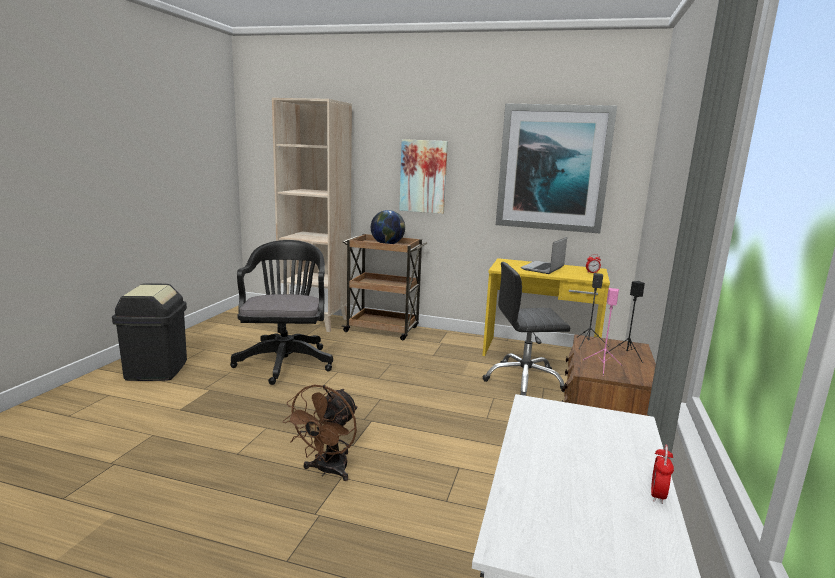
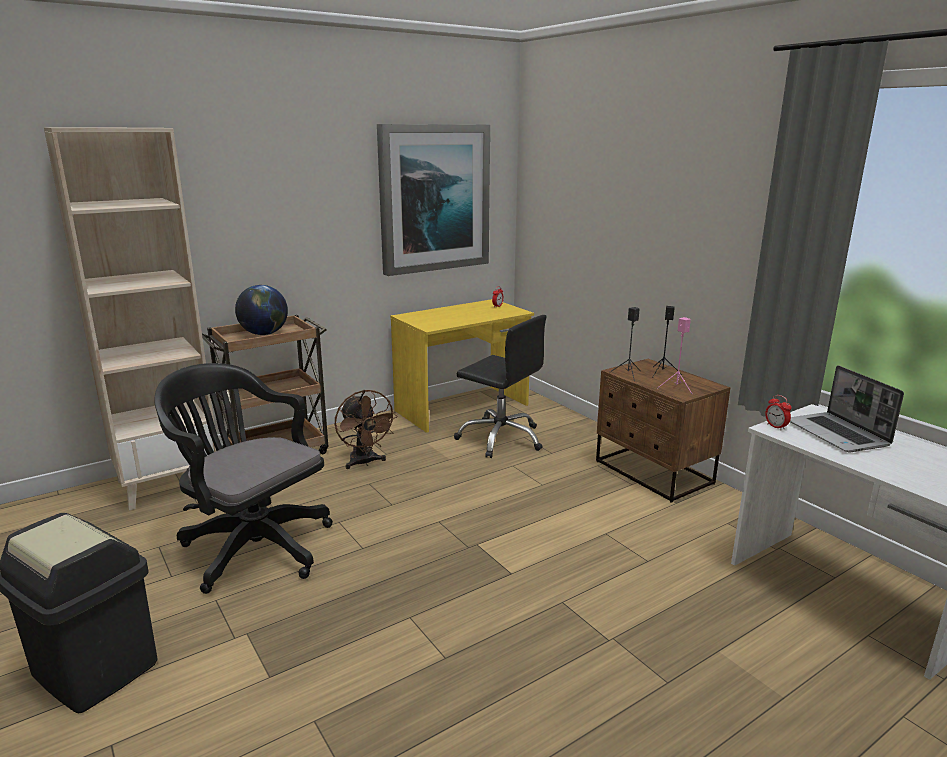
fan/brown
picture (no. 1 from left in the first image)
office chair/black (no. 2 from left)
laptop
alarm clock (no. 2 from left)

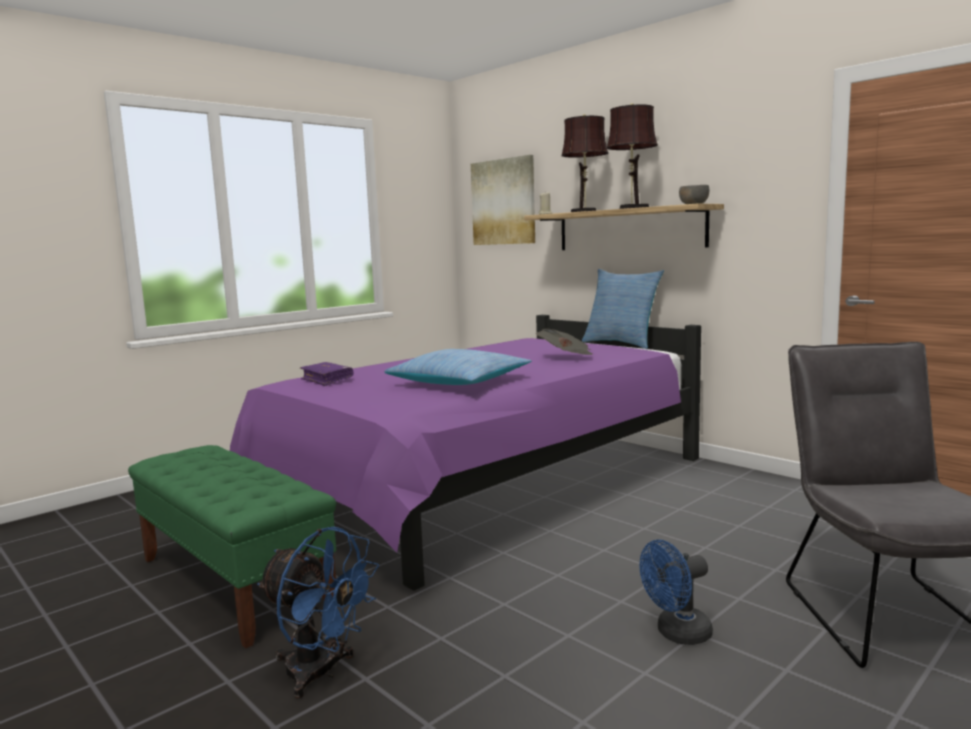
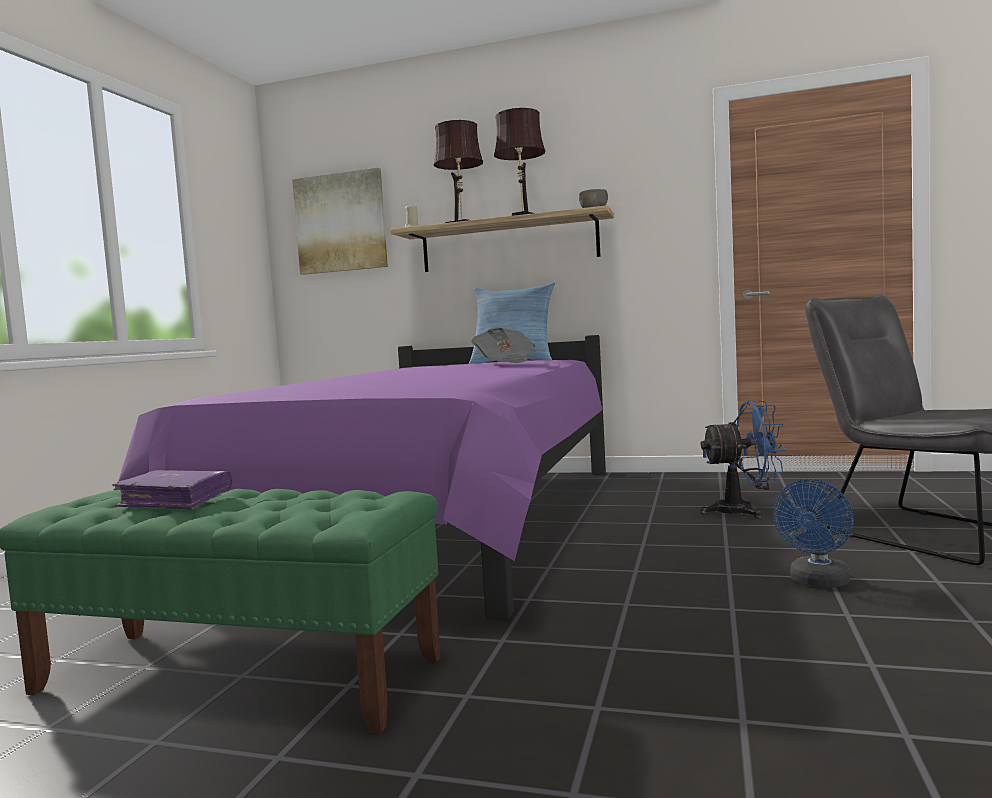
fan/blue (no. 1 from left)
book/purple
pillow (no. 1 from left in the first image)

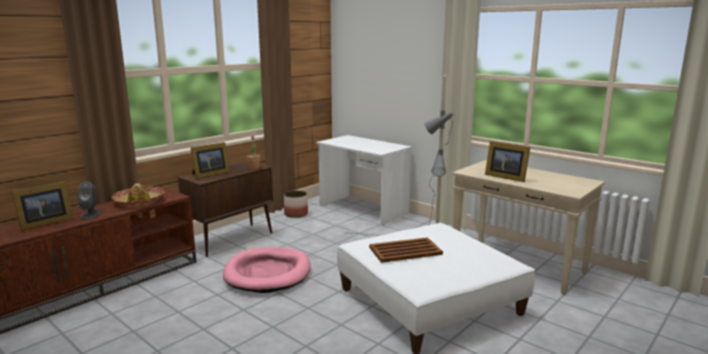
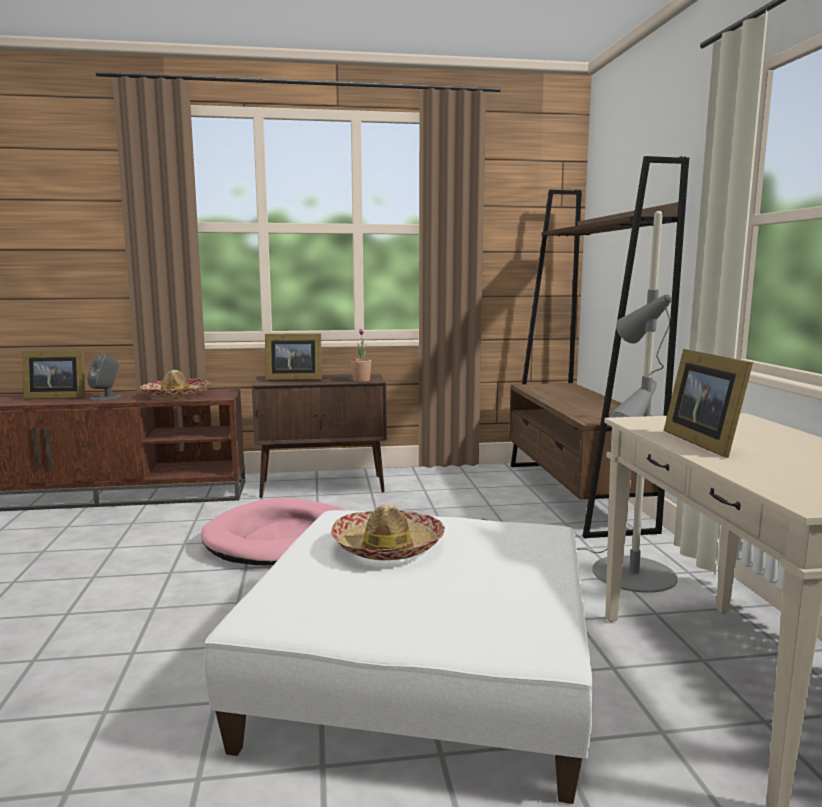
planter
bookcase/brown
hat (no. 2 from left)

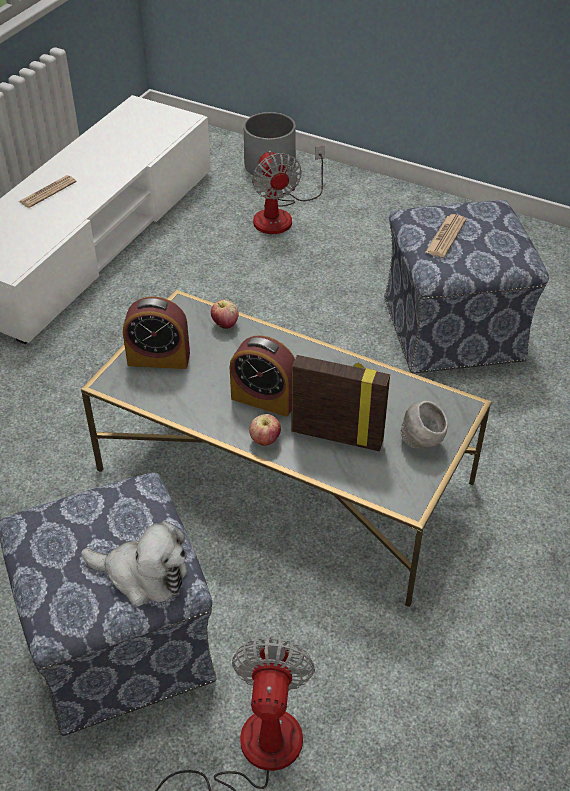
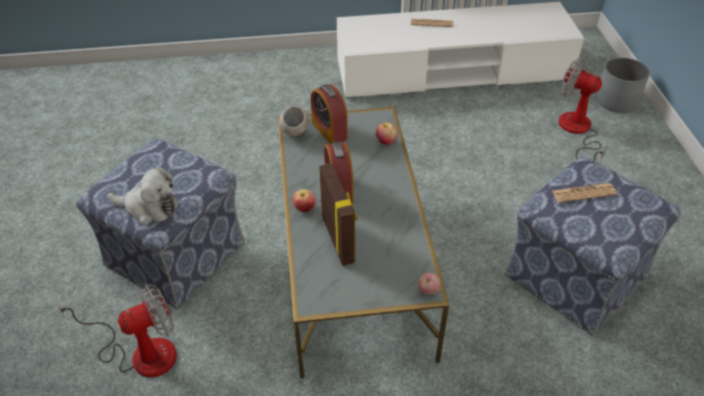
plush toy
fan (no. 2 from left)
bowl/grey
apple (no. 3 from left)

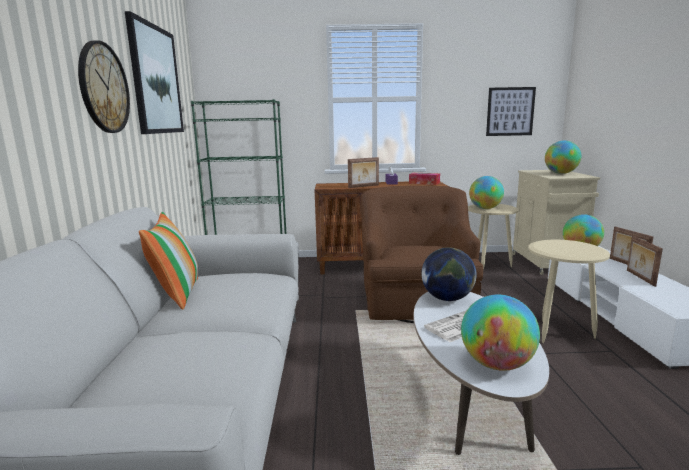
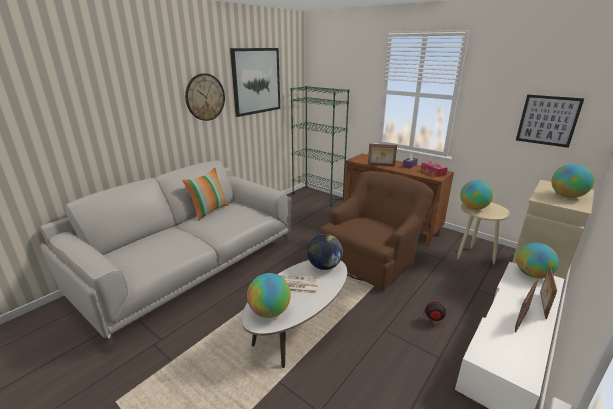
fan

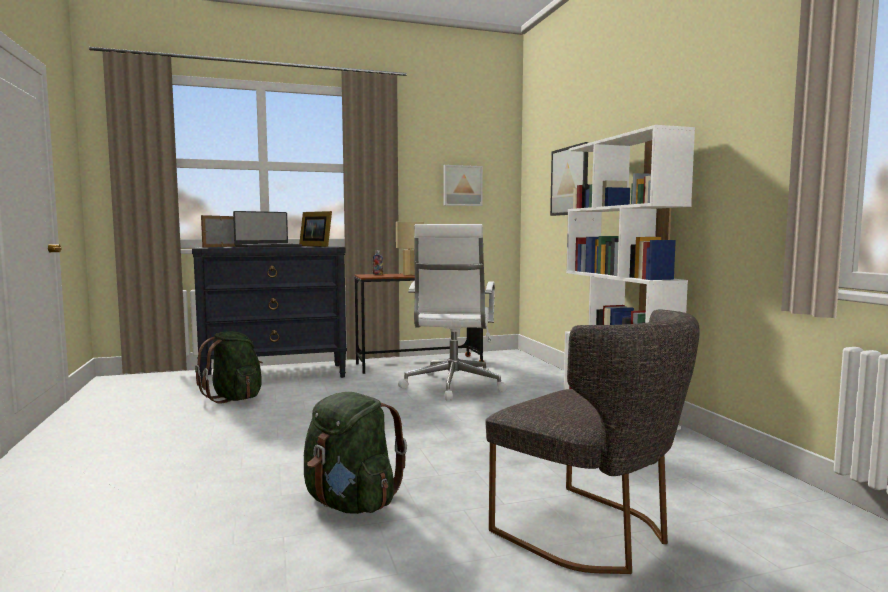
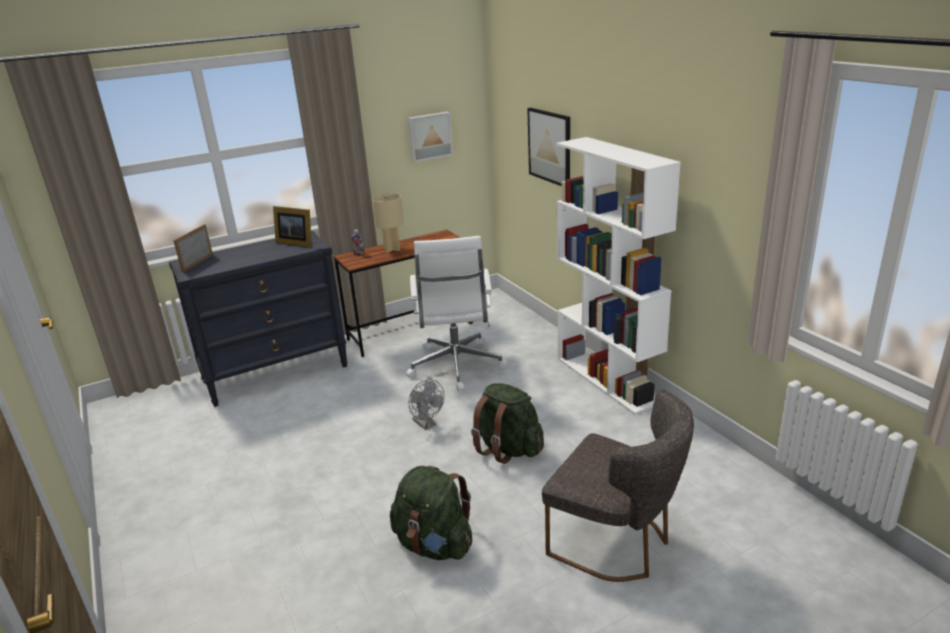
backpack/green (no. 2 from left)
laptop
fan/grey

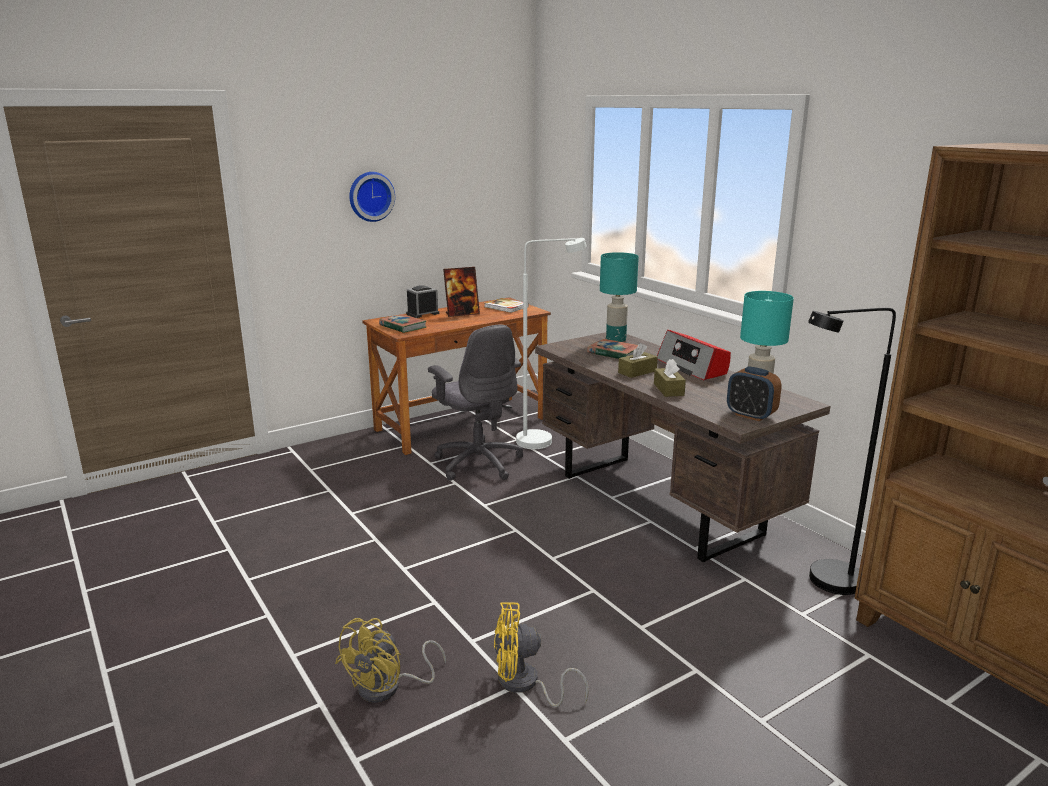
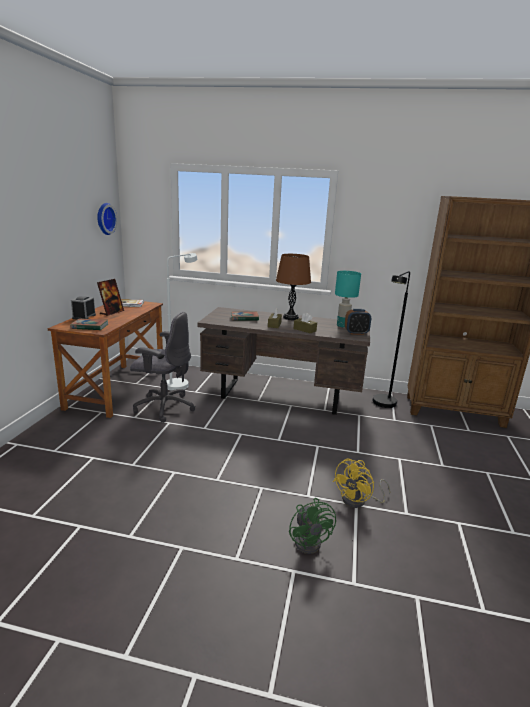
fan/green
wall clock
table lamp/turquoise (no. 1 from left in the first image)
table lamp/brown

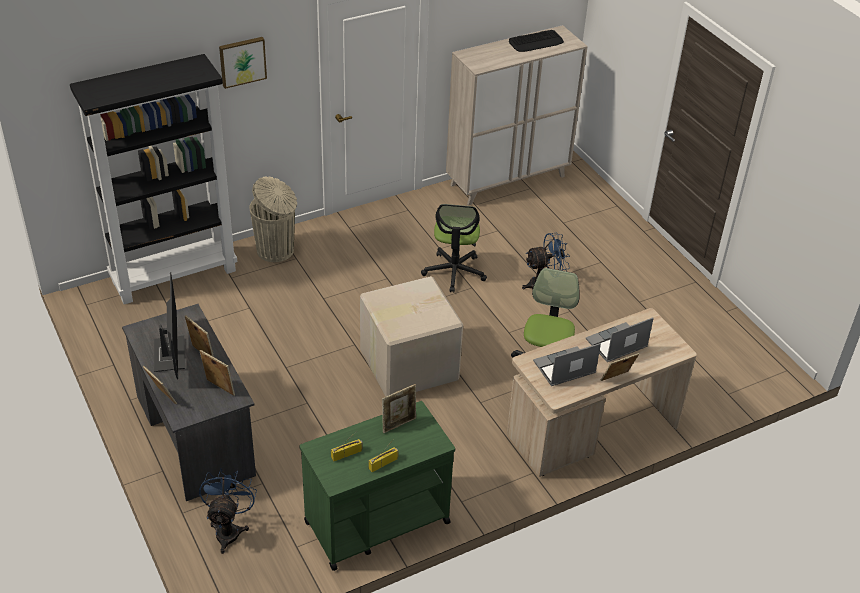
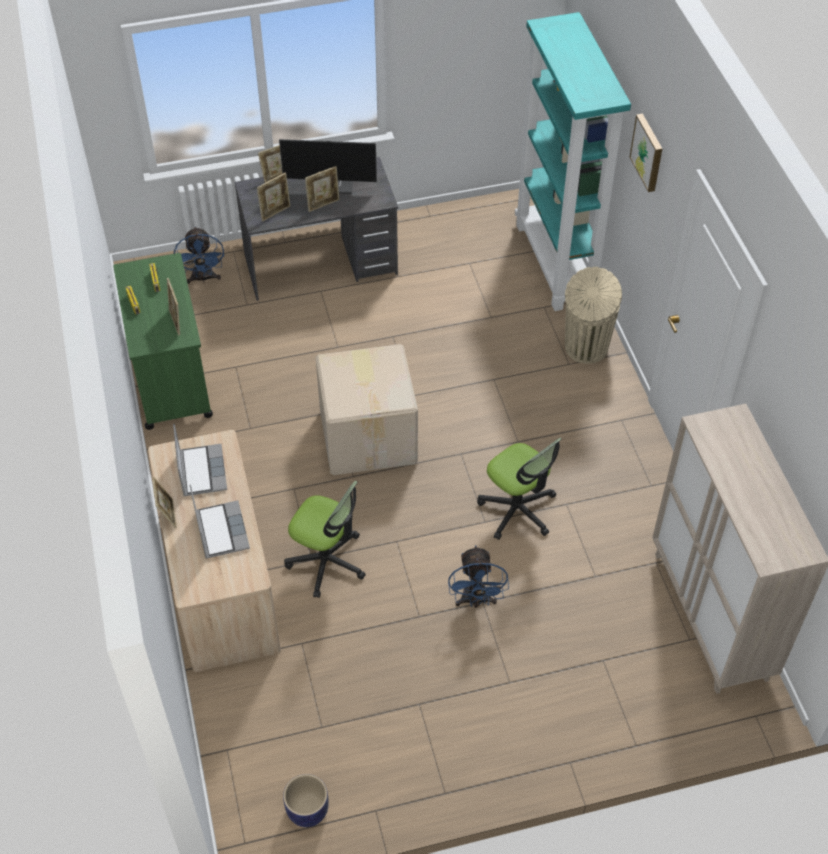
bookcase/turquoise
fan/blue (no. 1 from left)
office chair (no. 2 from left)
keyboard
planter

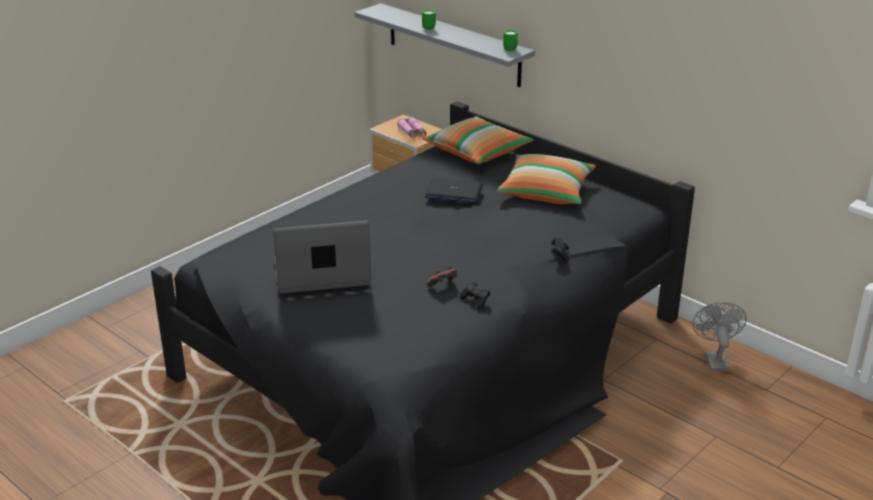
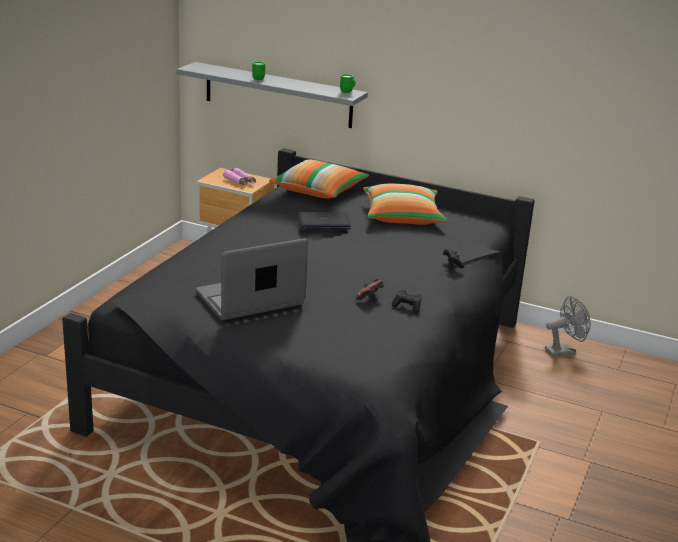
fan/grey

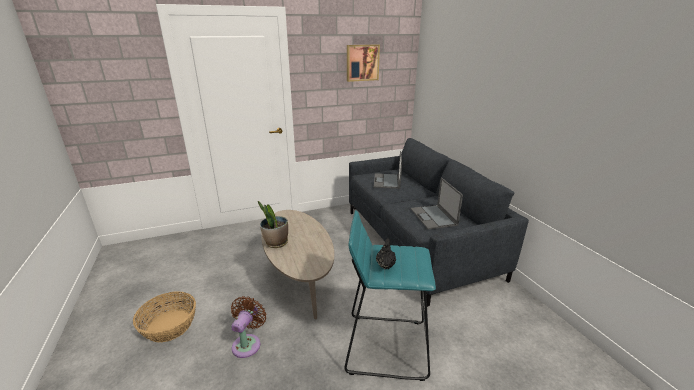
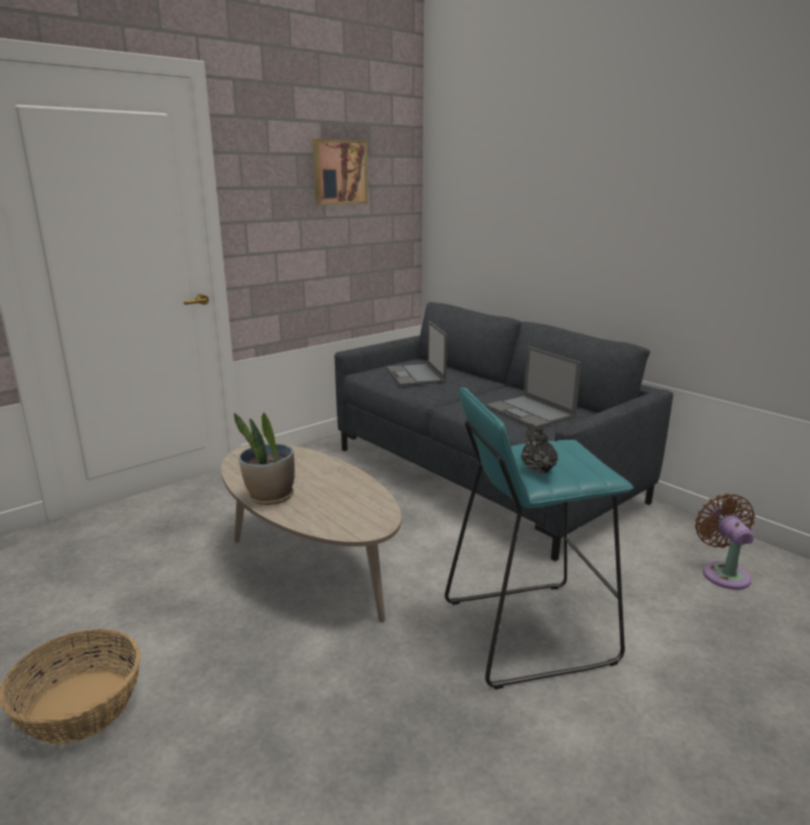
fan/brown

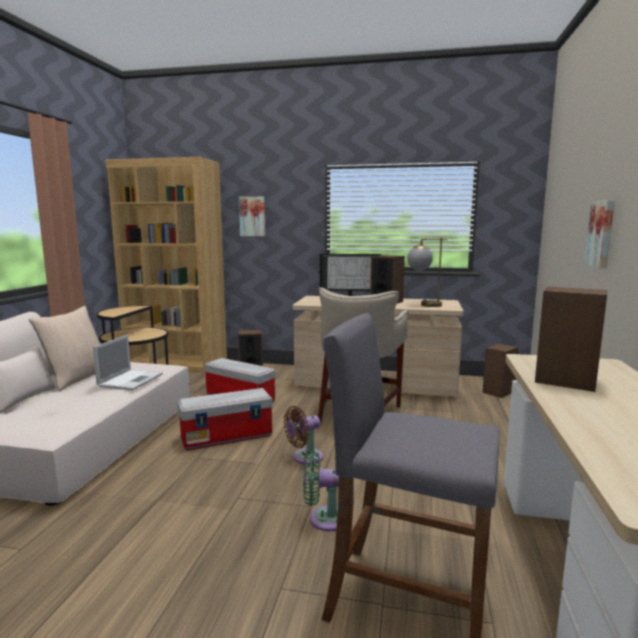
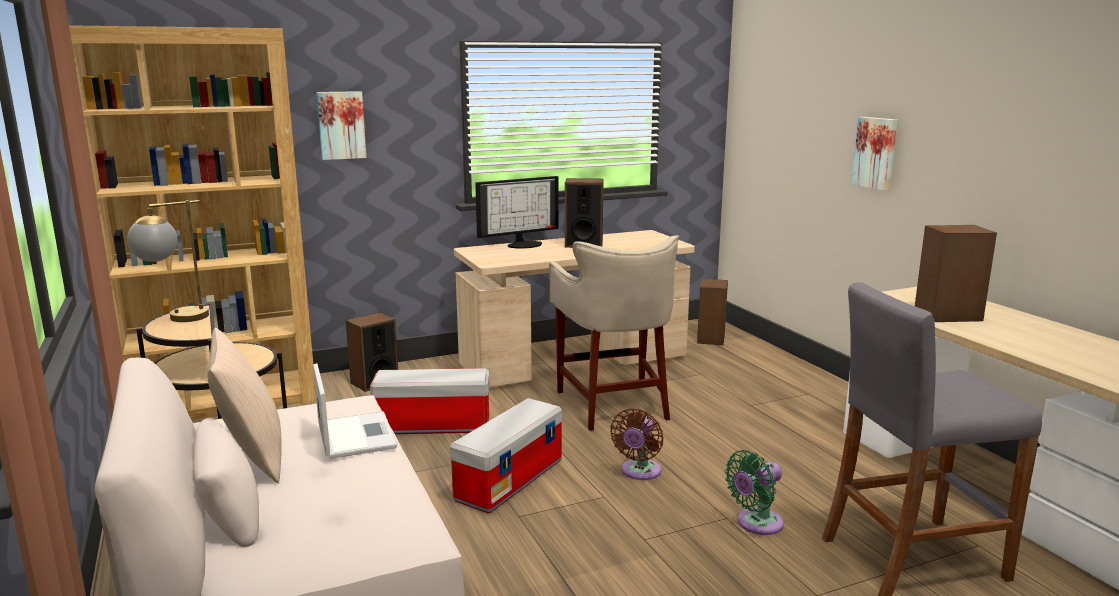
table lamp

